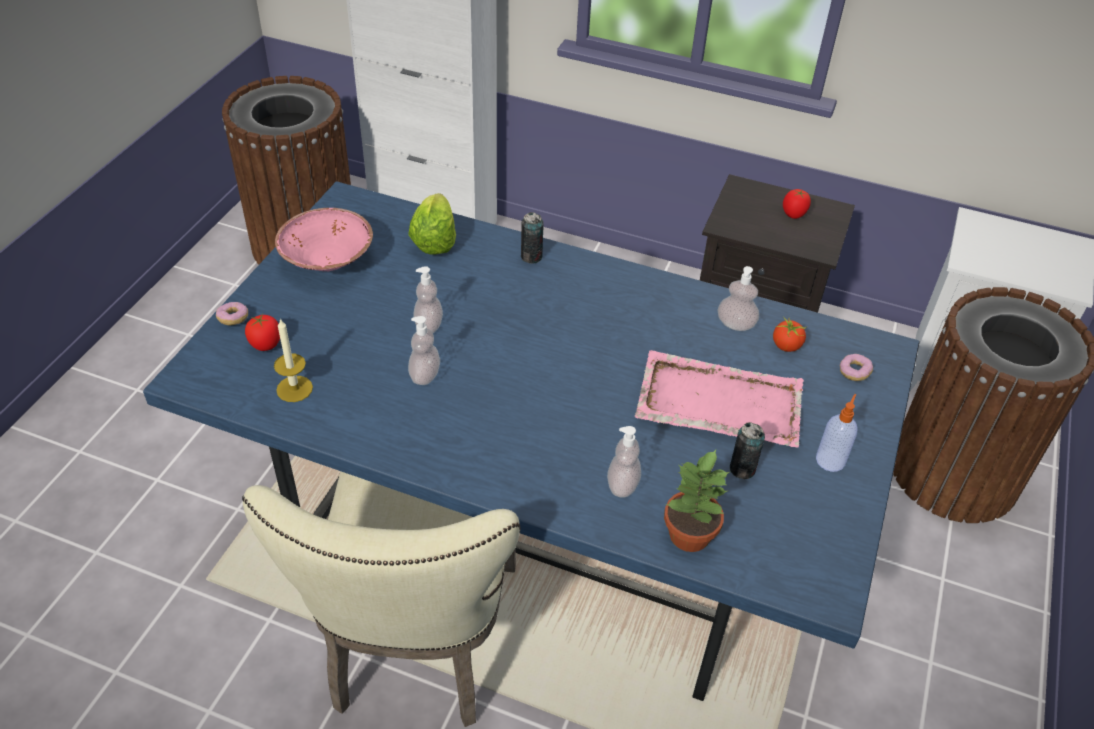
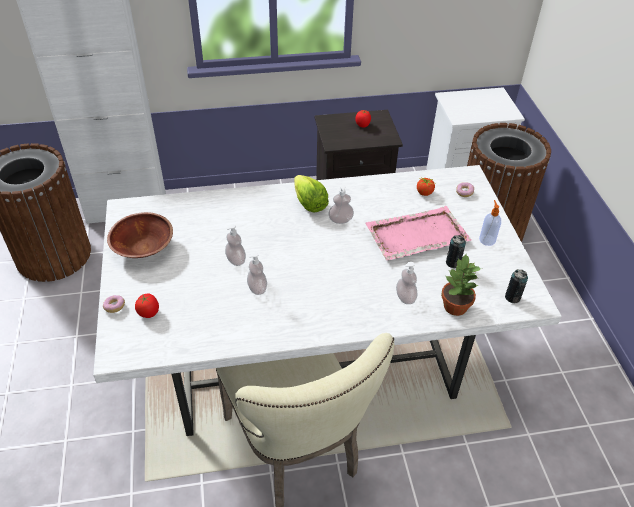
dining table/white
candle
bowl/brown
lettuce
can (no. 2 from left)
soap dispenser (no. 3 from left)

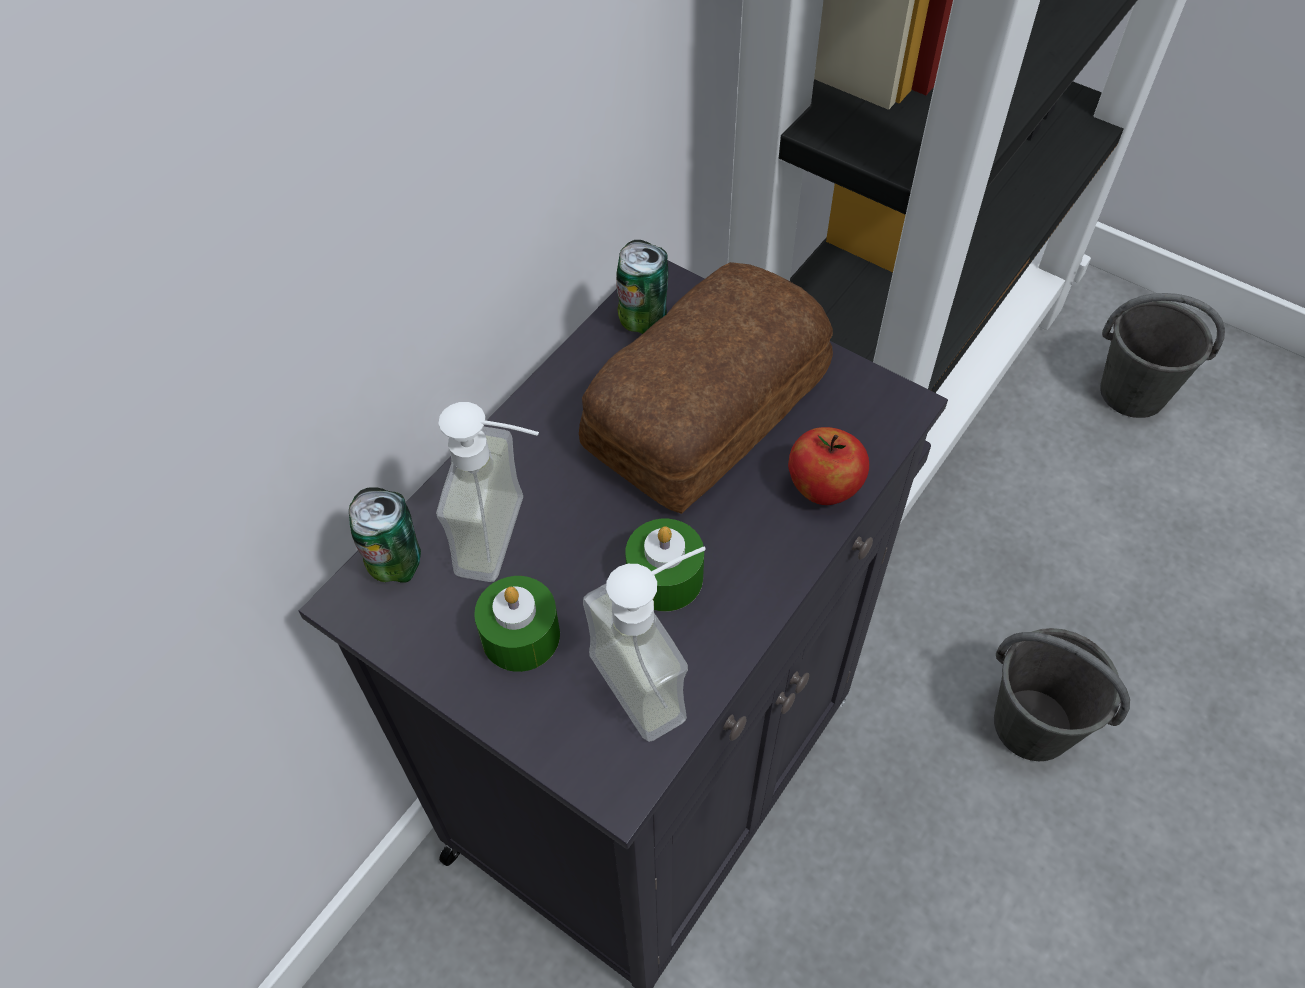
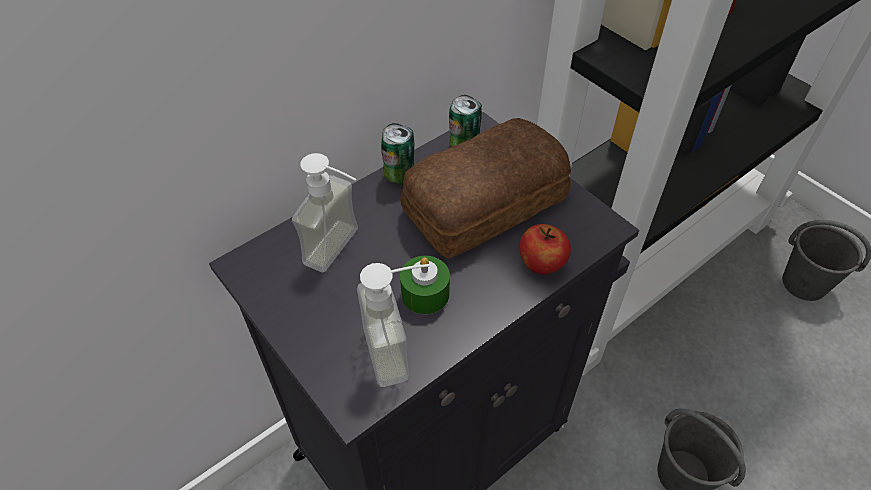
can (no. 1 from left)
candle/green (no. 1 from left in the first image)

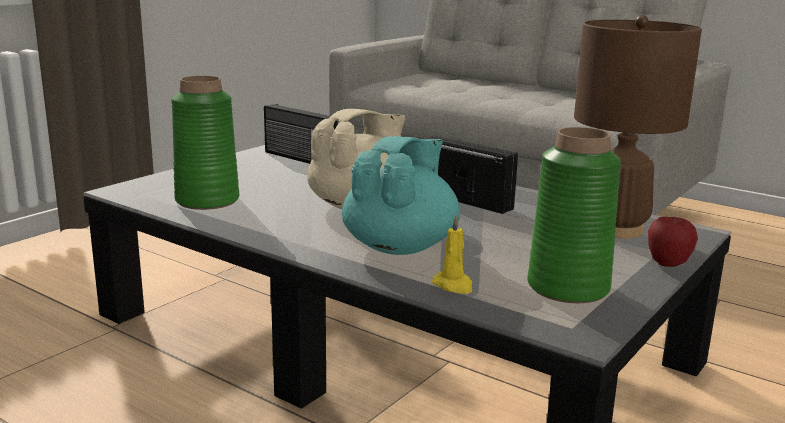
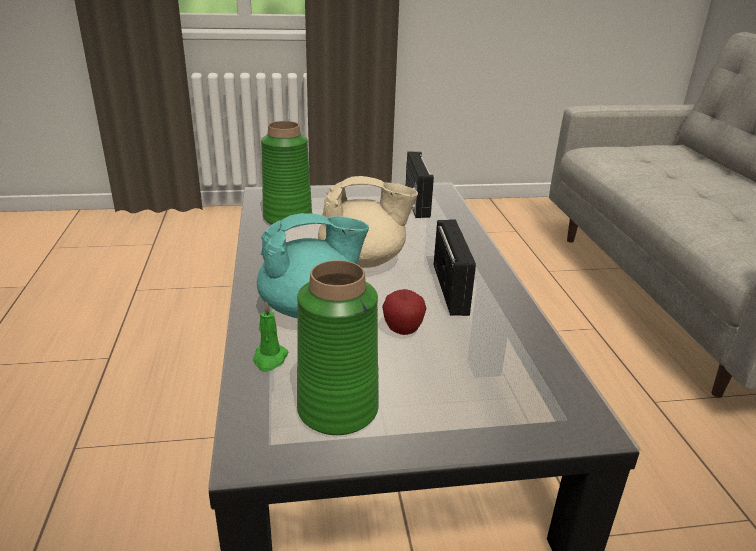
candle/green
table lamp/brown
apple

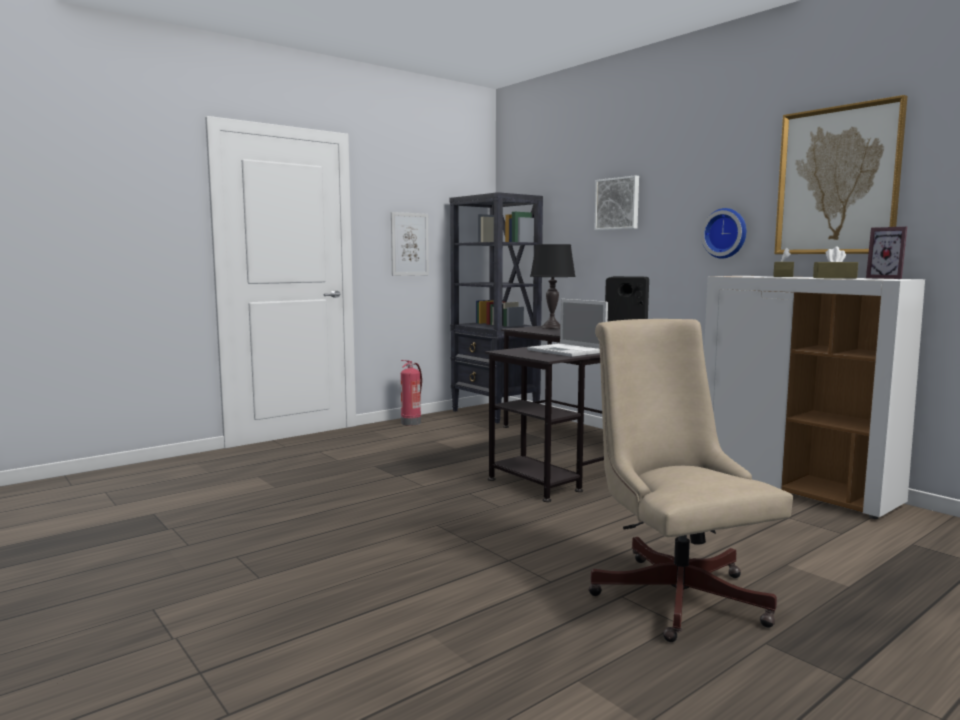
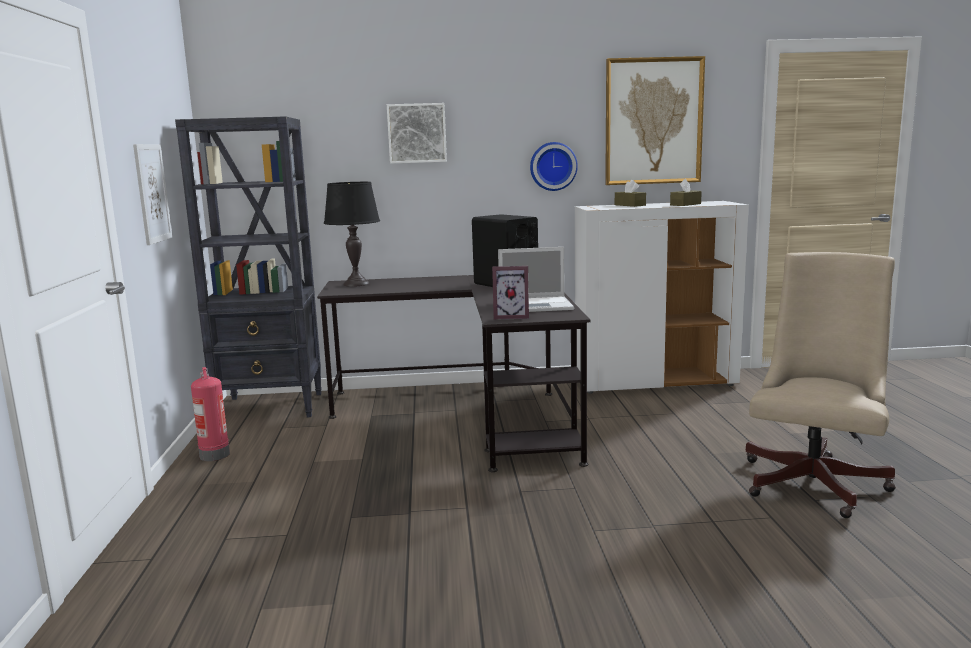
office chair/beige
picture frame

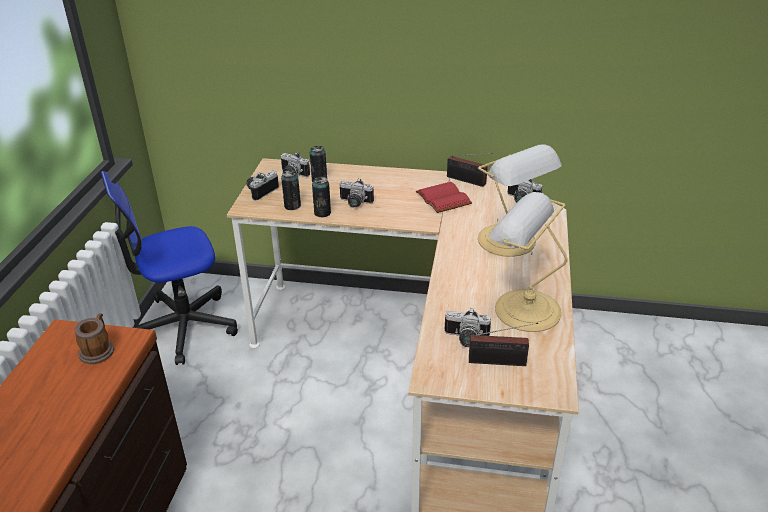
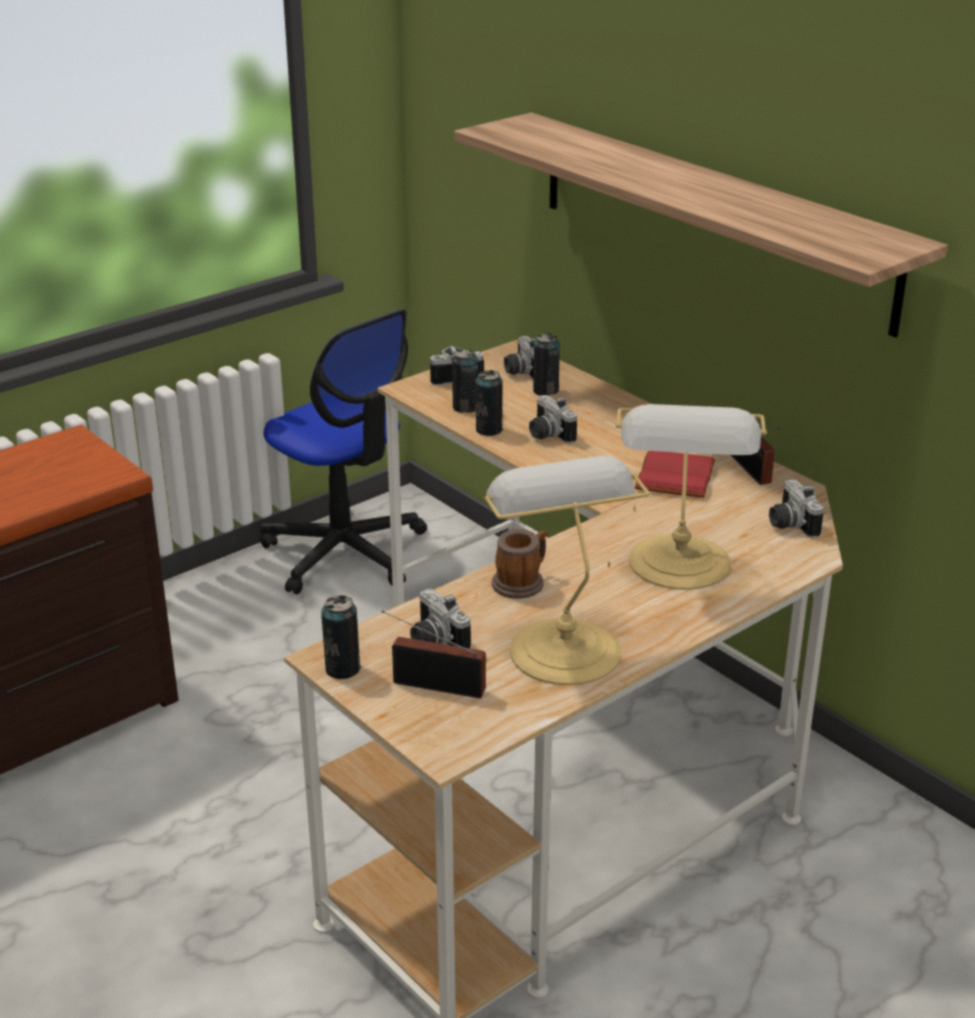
mug
office chair
radio (no. 1 from left)
can (no. 1 from left)
shelf

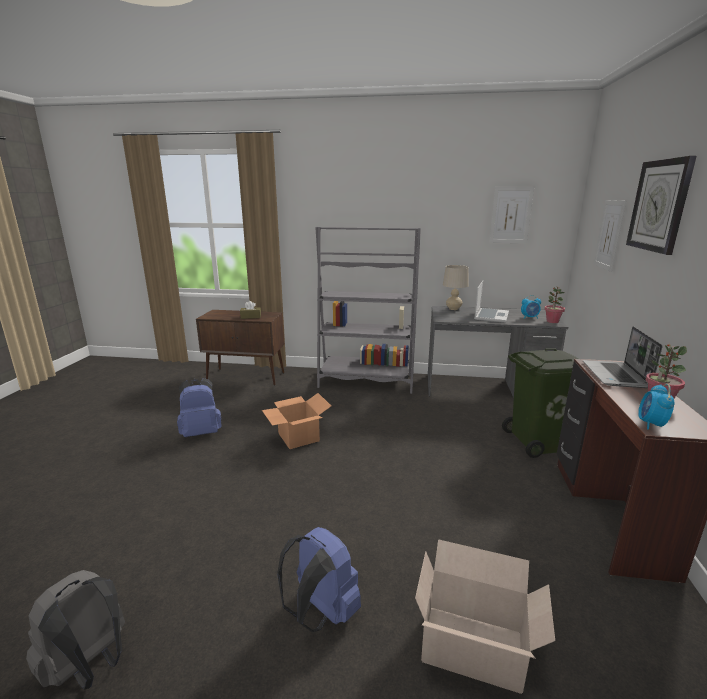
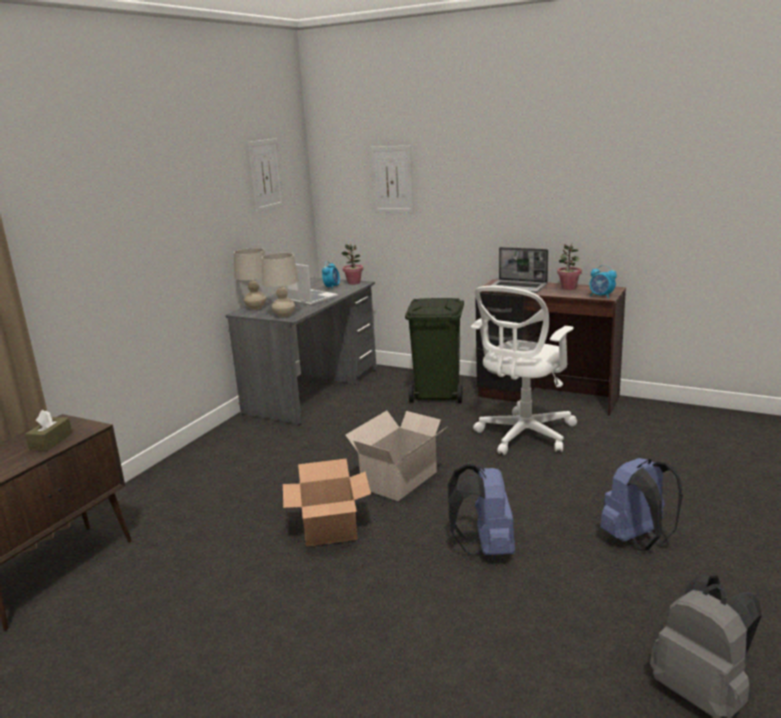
backpack/blue (no. 1 from left)
bookcase/grey
cardboard box (no. 2 from left)
wall clock
table lamp/beige (no. 2 from left)
office chair/white

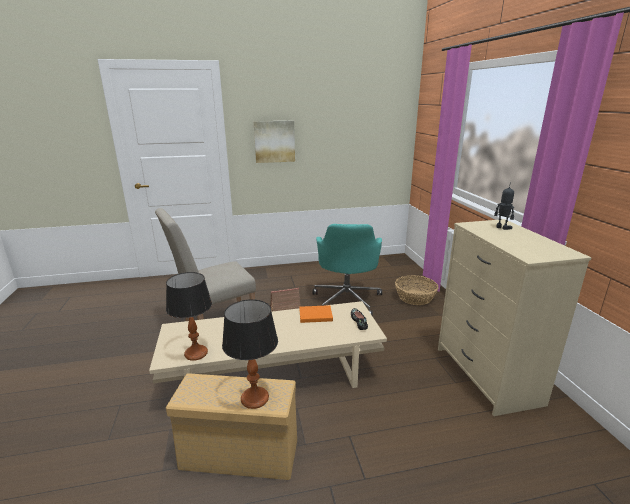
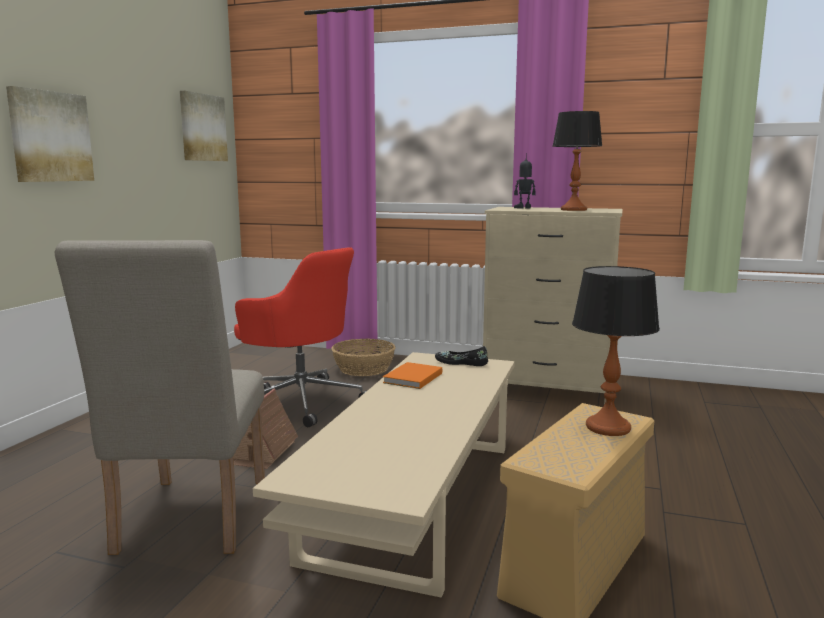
table lamp (no. 1 from left)
office chair/red
picture (no. 2 from left)

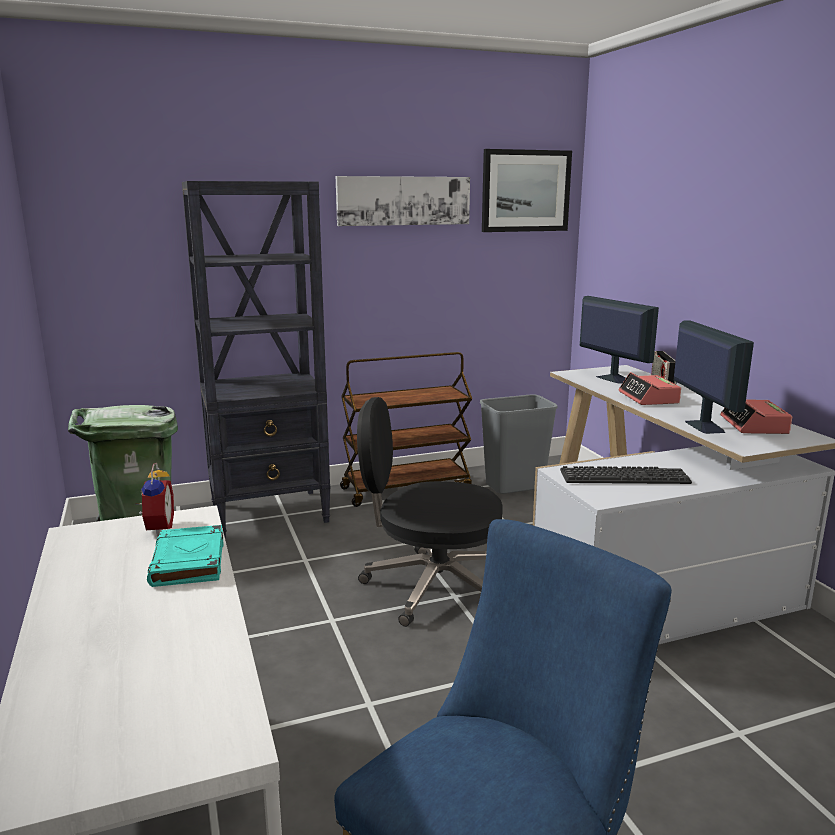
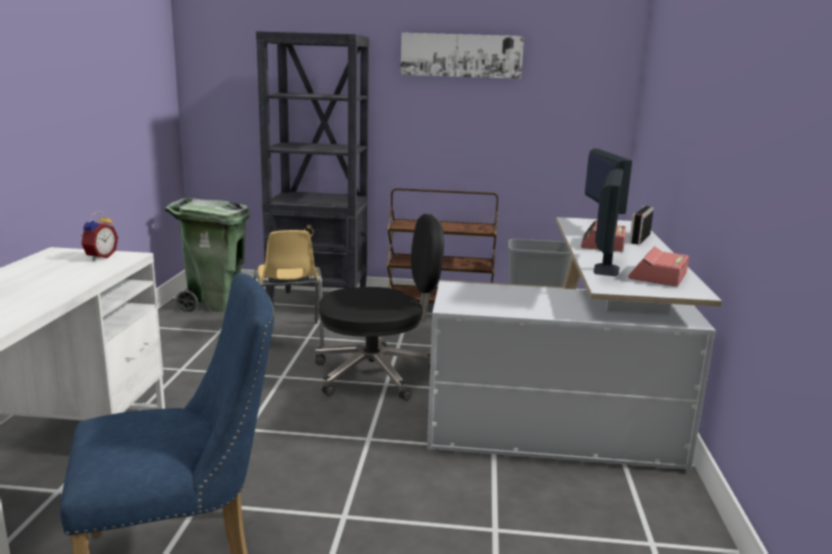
book/turquoise
office chair/black
picture (no. 2 from left in the first image)
keyboard
chair/yellow

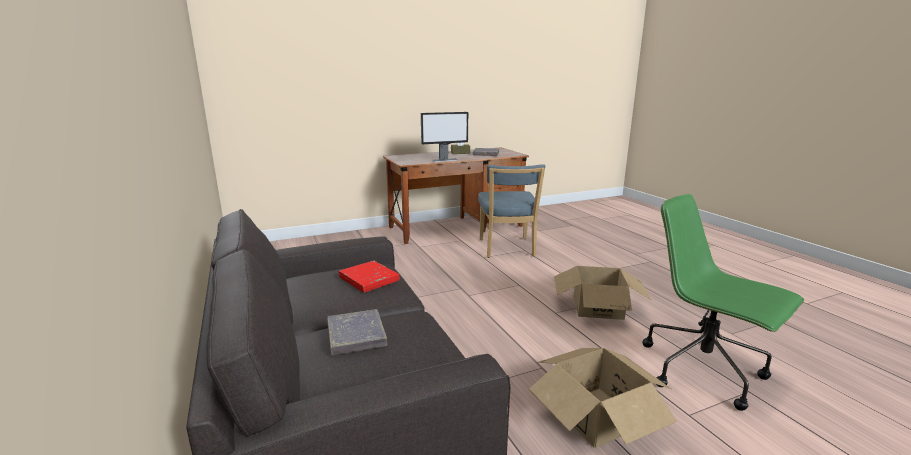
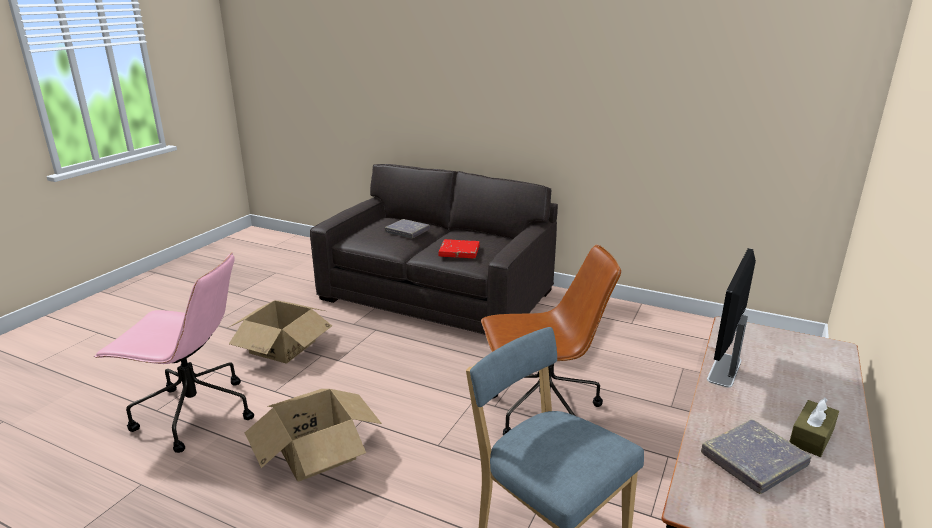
office chair/pink
office chair/brown

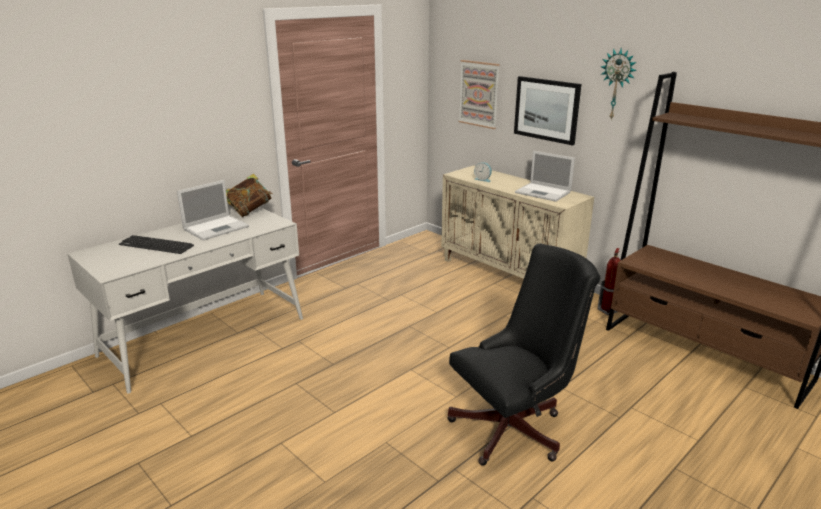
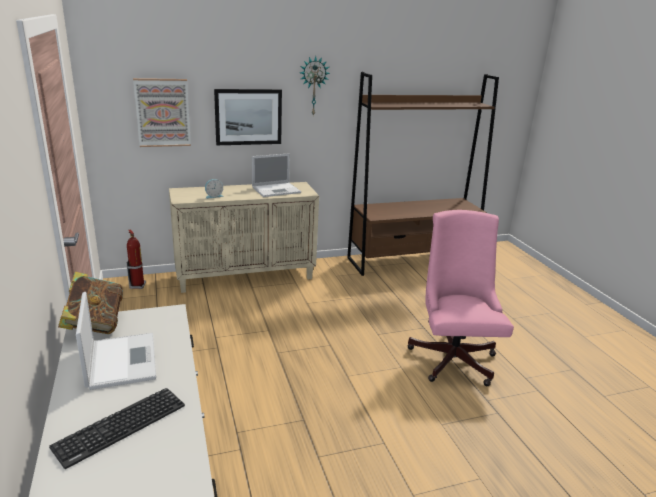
office chair/pink
fire extinguisher

